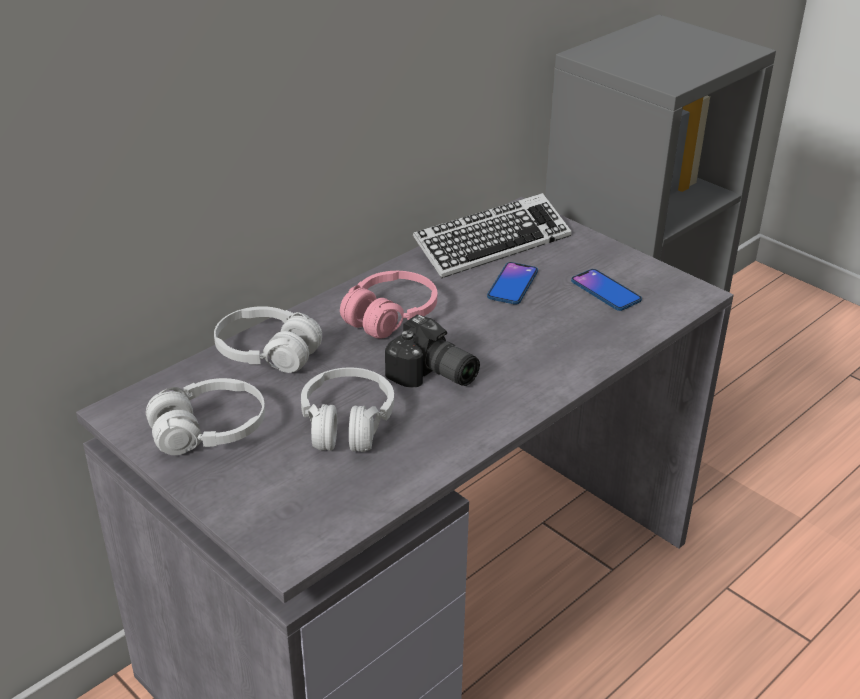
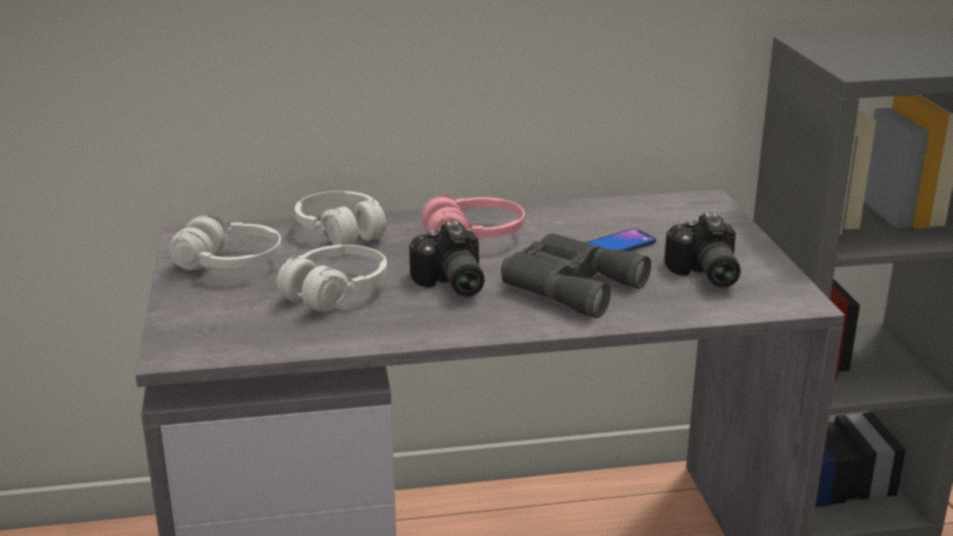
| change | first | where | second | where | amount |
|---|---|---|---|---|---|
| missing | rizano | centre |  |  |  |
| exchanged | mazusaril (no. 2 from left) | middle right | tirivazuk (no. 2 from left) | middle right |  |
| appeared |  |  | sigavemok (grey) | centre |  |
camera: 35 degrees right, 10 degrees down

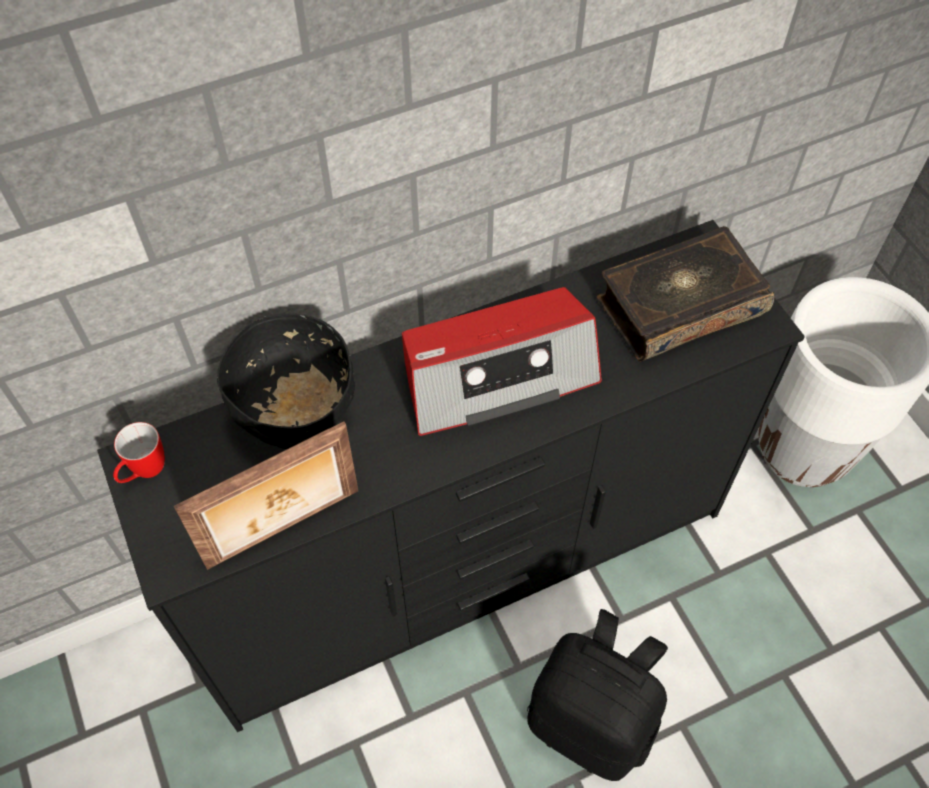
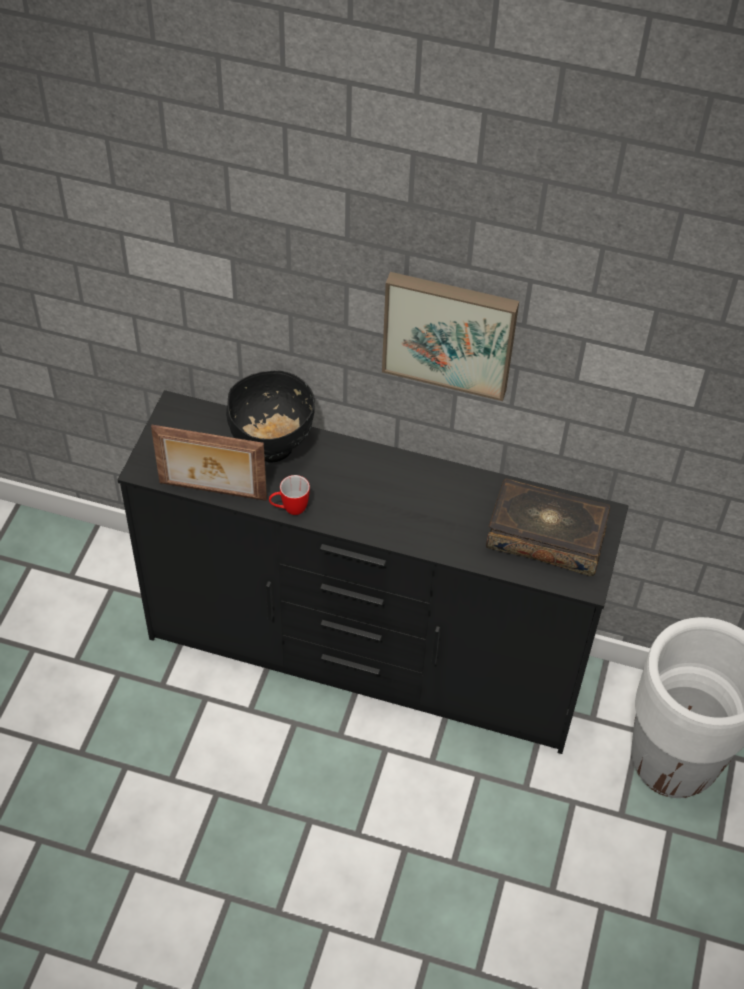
| change | first | where | second | where | amount |
|---|---|---|---|---|---|
| missing | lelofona | centre |  |  |  |
| relocated | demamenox | middle left |  | centre |  |
| missing | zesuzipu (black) | bottom centre |  |  |  |
| appeared |  |  | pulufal | centre |  |
camera: 40 degrees right, 5 degrees down

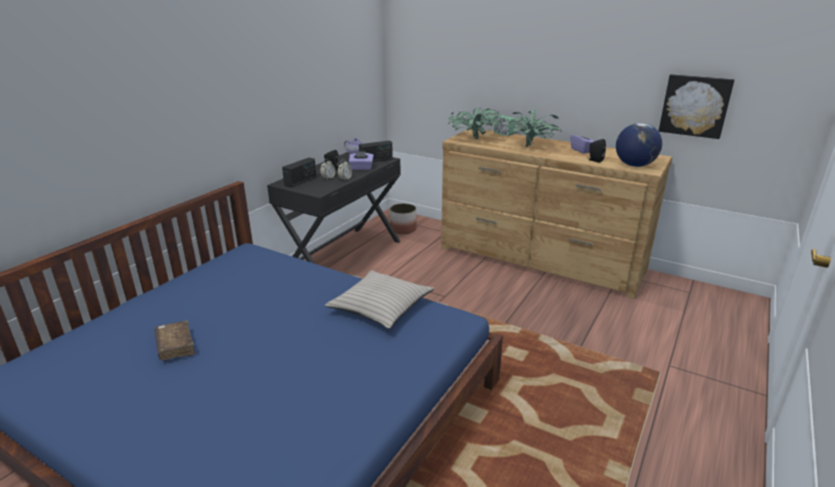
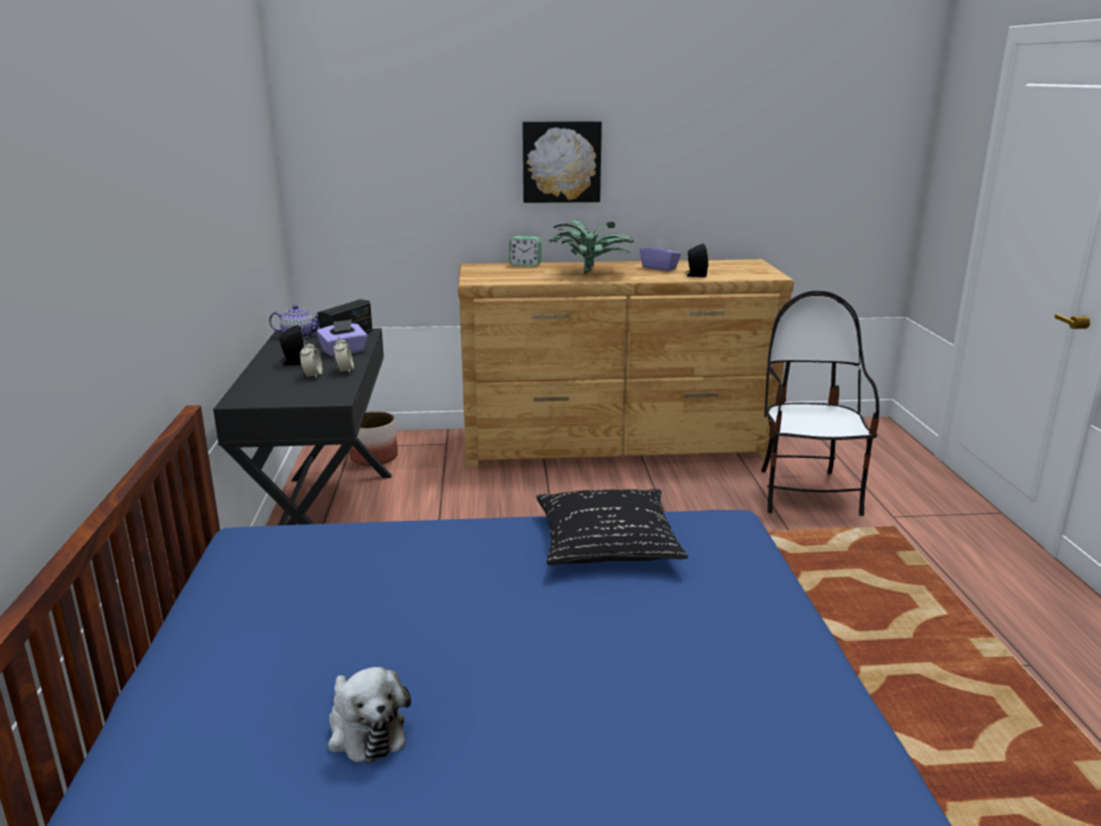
| change | first | where | second | where | amount |
|---|---|---|---|---|---|
| relocated | pulufal | top right |  | top centre |  |
| missing | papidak (no. 1 from left) | top centre |  |  |  |
| missing | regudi | top right |  |  |  |
| missing | lelofona (no. 1 from left) | centre |  |  |  |
| colour | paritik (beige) | centre | paritik (black) | centre |  |
| exchanged | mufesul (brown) | bottom left | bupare | bottom centre |  |
| appeared |  |  | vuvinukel | middle right |  |
camera: 35 degrees left, 5 degrees down

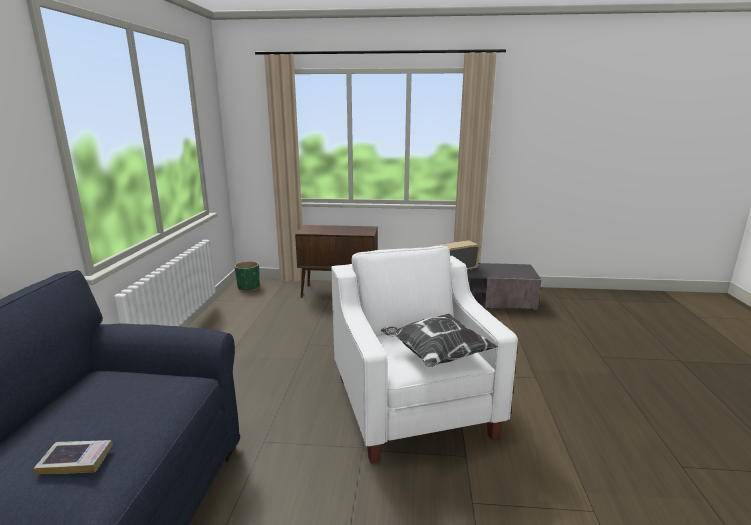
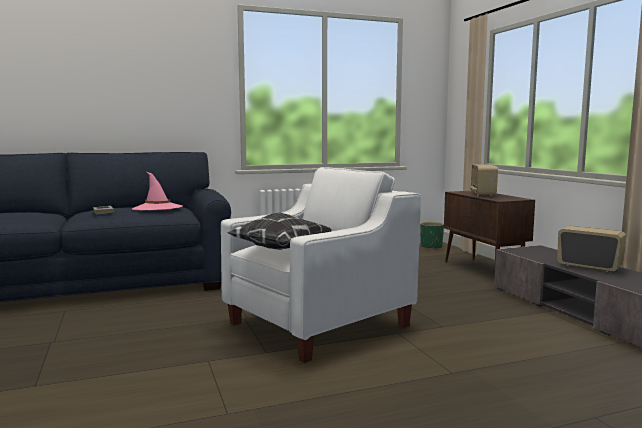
| change | first | where | second | where | amount |
|---|---|---|---|---|---|
| appeared |  |  | lelofona (no. 1 from left) | middle right |  |
| appeared |  |  | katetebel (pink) | middle left |  |
camera: 65 degrees right, 10 degrees down

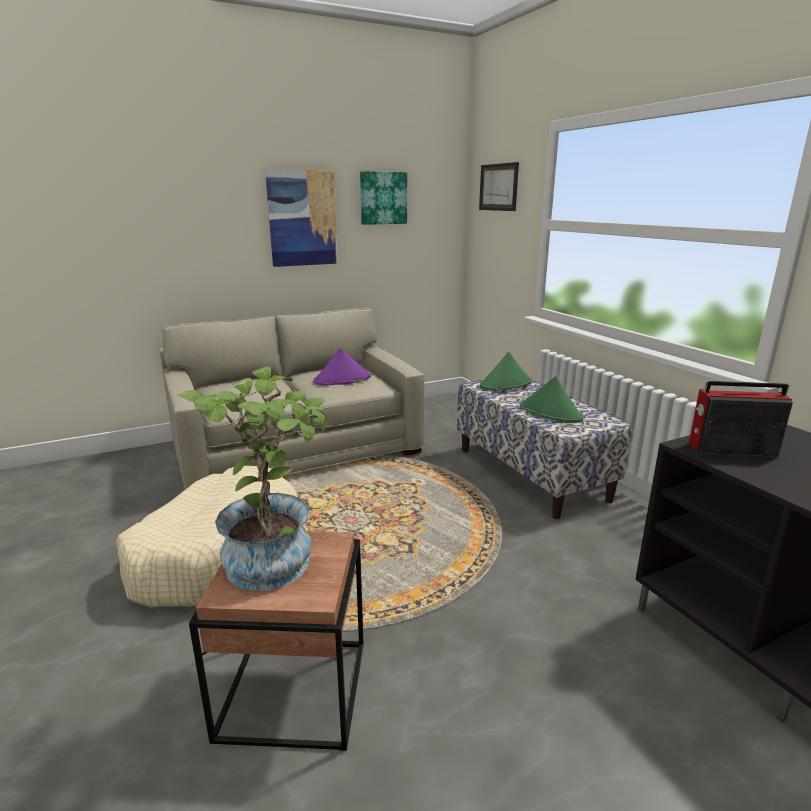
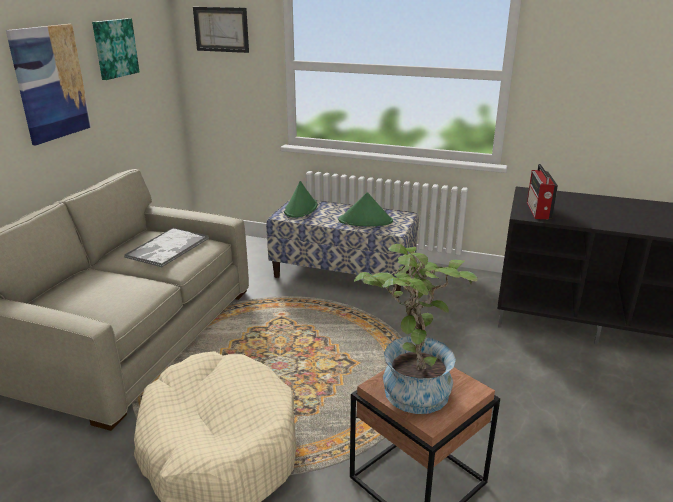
| change | first | where | second | where | amount |
|---|---|---|---|---|---|
| exchanged | katetebel (purple) | centre | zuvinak | middle left |  |
| spun | lelofona | middle right |  | middle right | 45 degrees counterclockwise |
camera: 45 degrees left, 5 degrees up

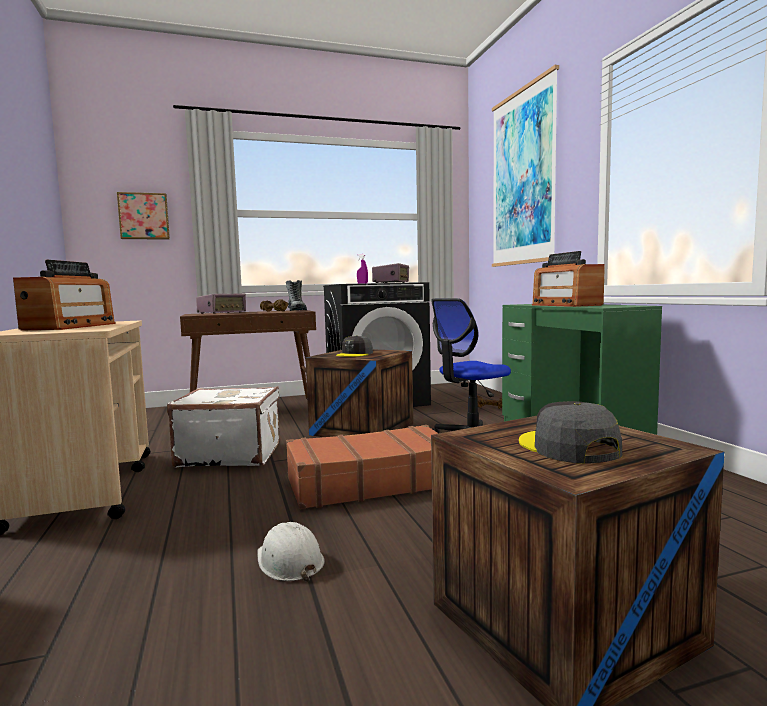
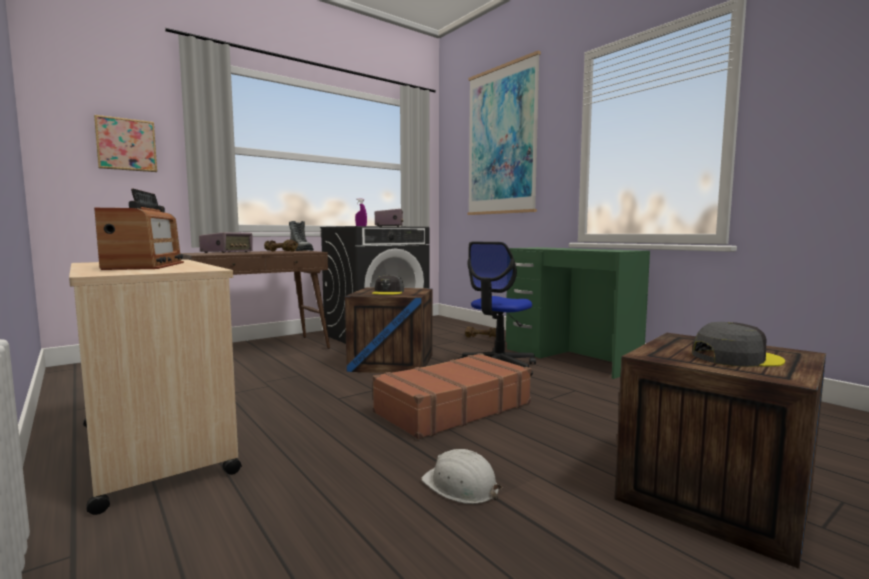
| change | first | where | second | where | amount |
|---|---|---|---|---|---|
| missing | lelofona (no. 4 from left) | middle right |  |  |  |
| missing | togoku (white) | middle left |  |  |  |
| spun | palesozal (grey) (no. 2 from left) | middle right |  | middle right | 120 degrees clockwise |
camera: 20 degrees left, 0 degrees up

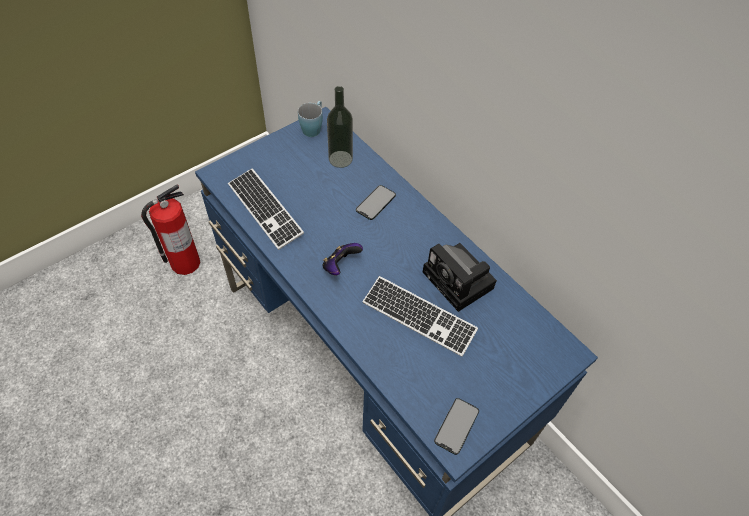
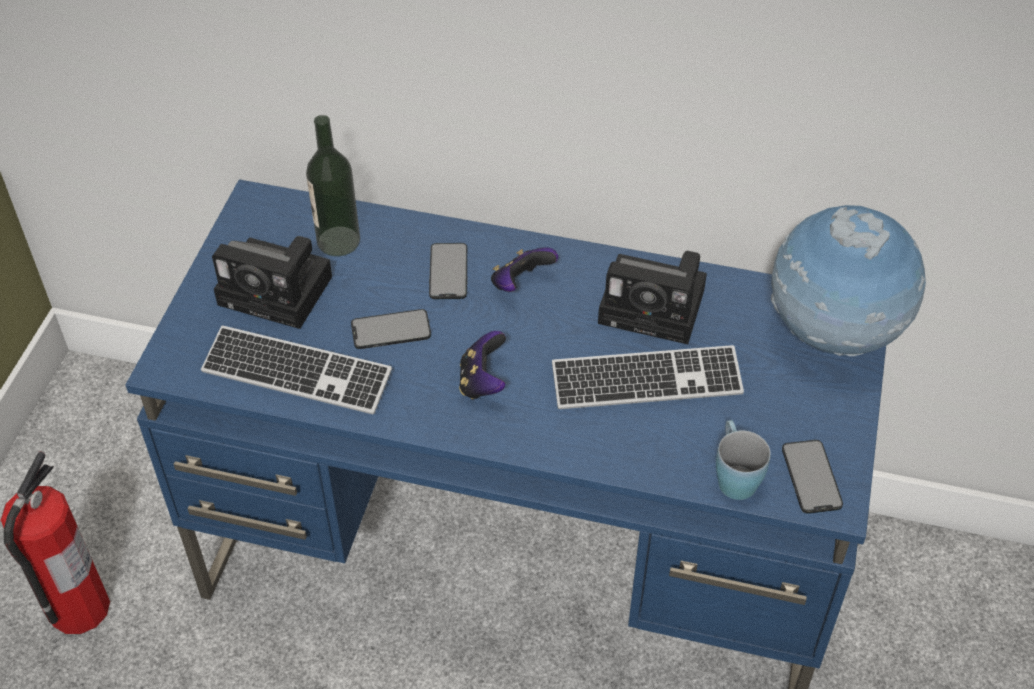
| change | first | where | second | where | amount |
|---|---|---|---|---|---|
| relocated | demamenox (blue) | top centre |  | bottom right |  |
| appeared |  |  | regudi | middle right |  |
| appeared |  |  | tirivazuk (no. 1 from left) | middle left |  |
| appeared |  |  | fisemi (no. 2 from left) | centre |  |
| appeared |  |  | mazusaril (no. 1 from left) | centre |  |
camera: 35 degrees left, 5 degrees down

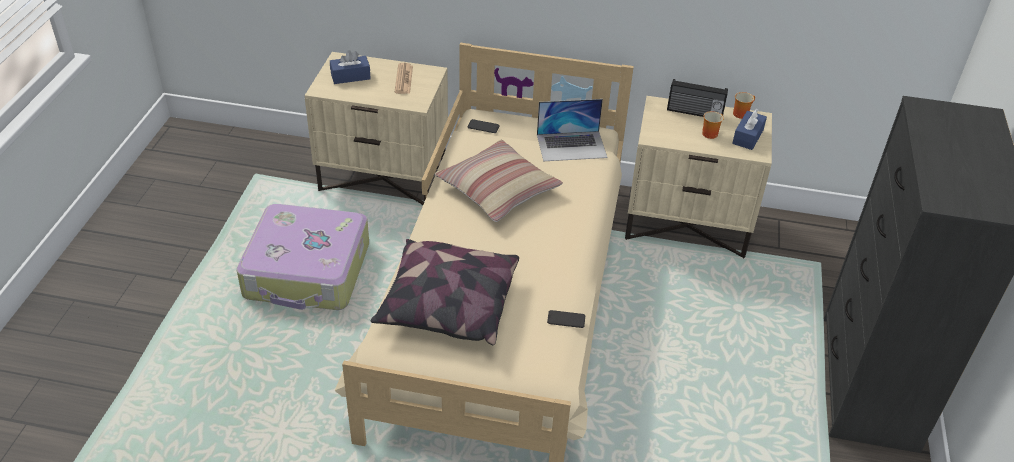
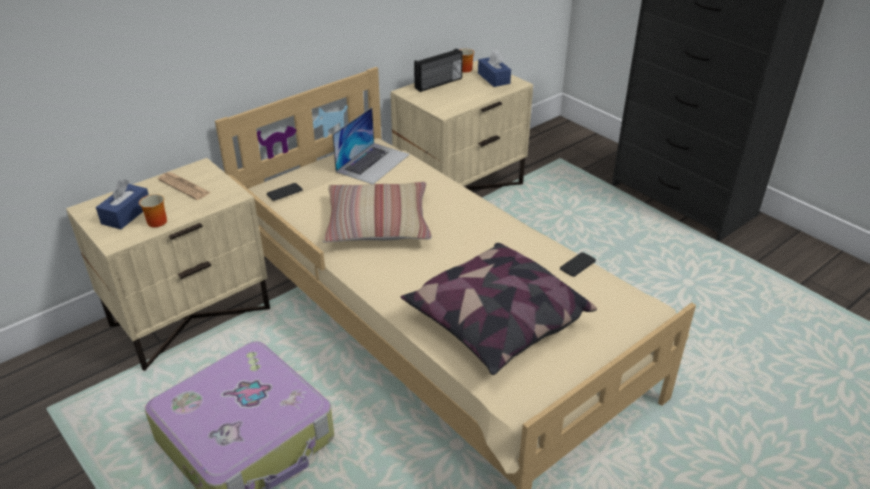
| change | first | where | second | where | amount |
|---|---|---|---|---|---|
| relocated | demamenox (no. 1 from left) | top right |  | middle left |  |
camera: 50 degrees left, 5 degrees down

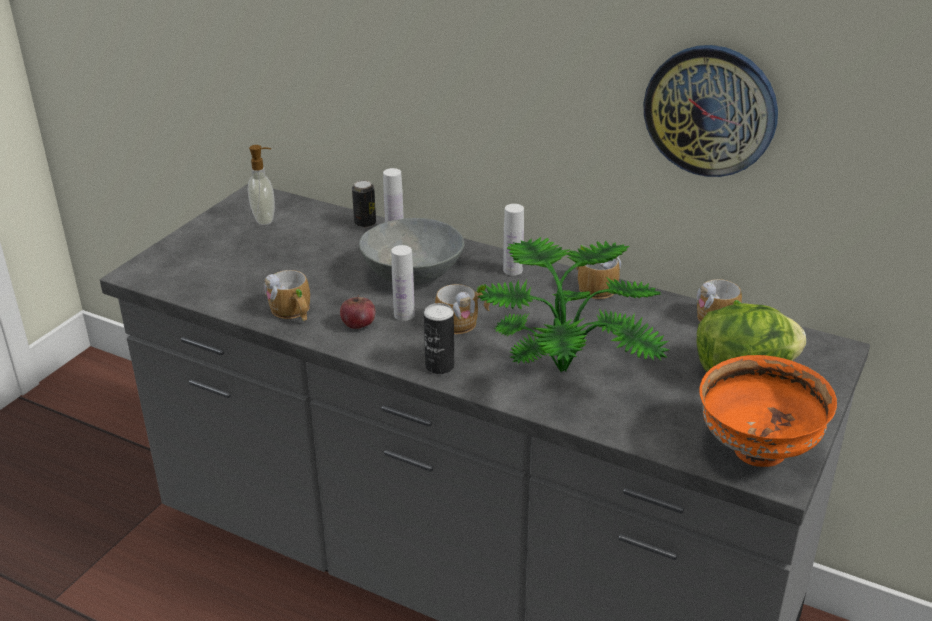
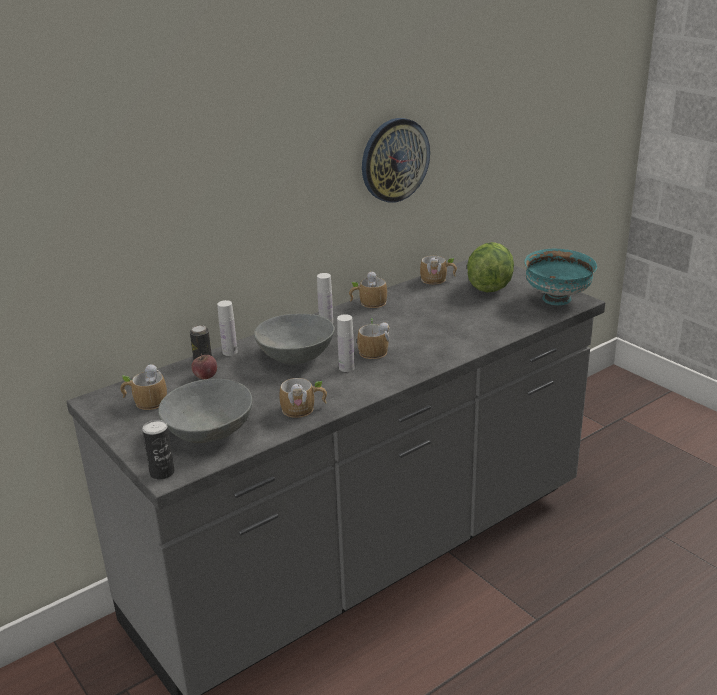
| change | first | where | second | where | amount |
|---|---|---|---|---|---|
| exchanged | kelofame | top left | demamenox (no. 1 from left) | middle left |  |
| missing | papidak | centre |  |  |  |
| relocated | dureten | centre |  | middle left |  |
| relocated | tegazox (no. 2 from left in the first image) | centre | tegazox (no. 1 from left) | middle left |  |
| colour | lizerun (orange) | middle right | lizerun (turquoise) | middle right |  |
| appeared |  |  | lizerun (grey) (no. 1 from left) | middle left |  |
camera: 65 degrees left, 5 degrees down

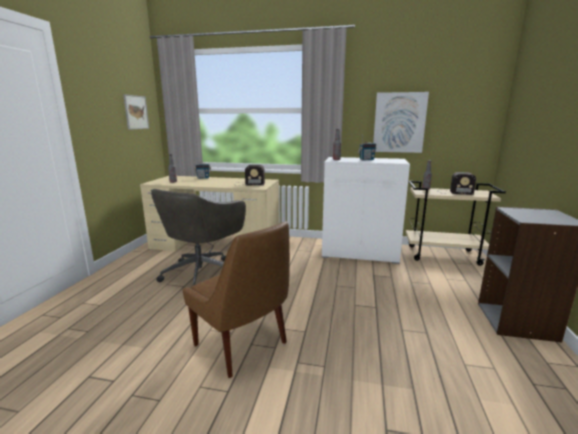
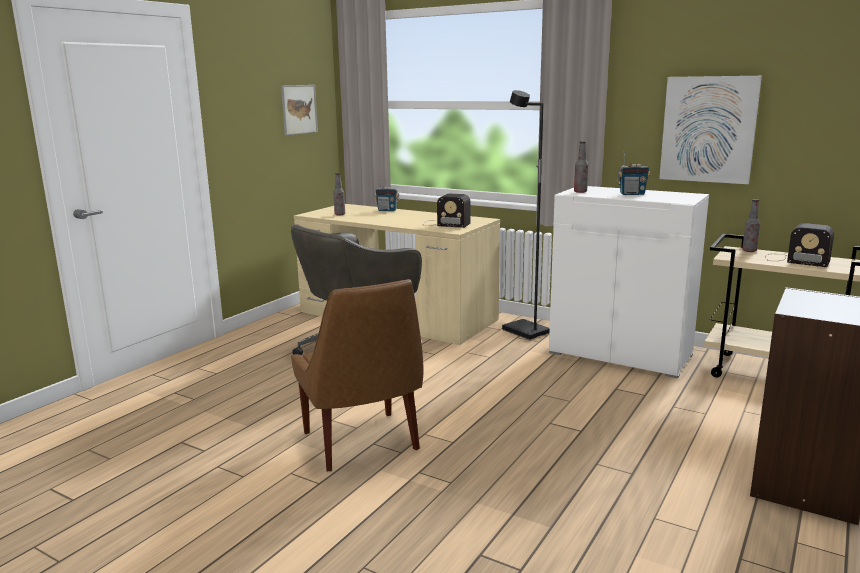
| change | first | where | second | where | amount |
|---|---|---|---|---|---|
| appeared |  |  | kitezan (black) | centre |  |
camera: 20 degrees right, 0 degrees up

